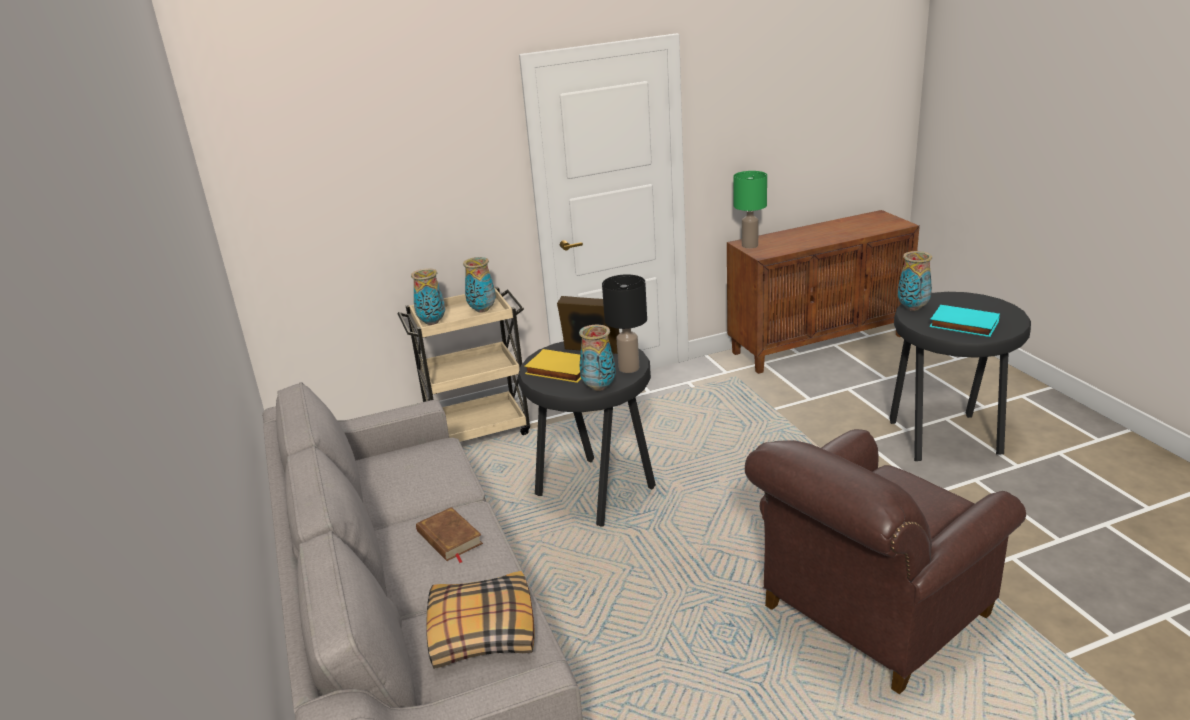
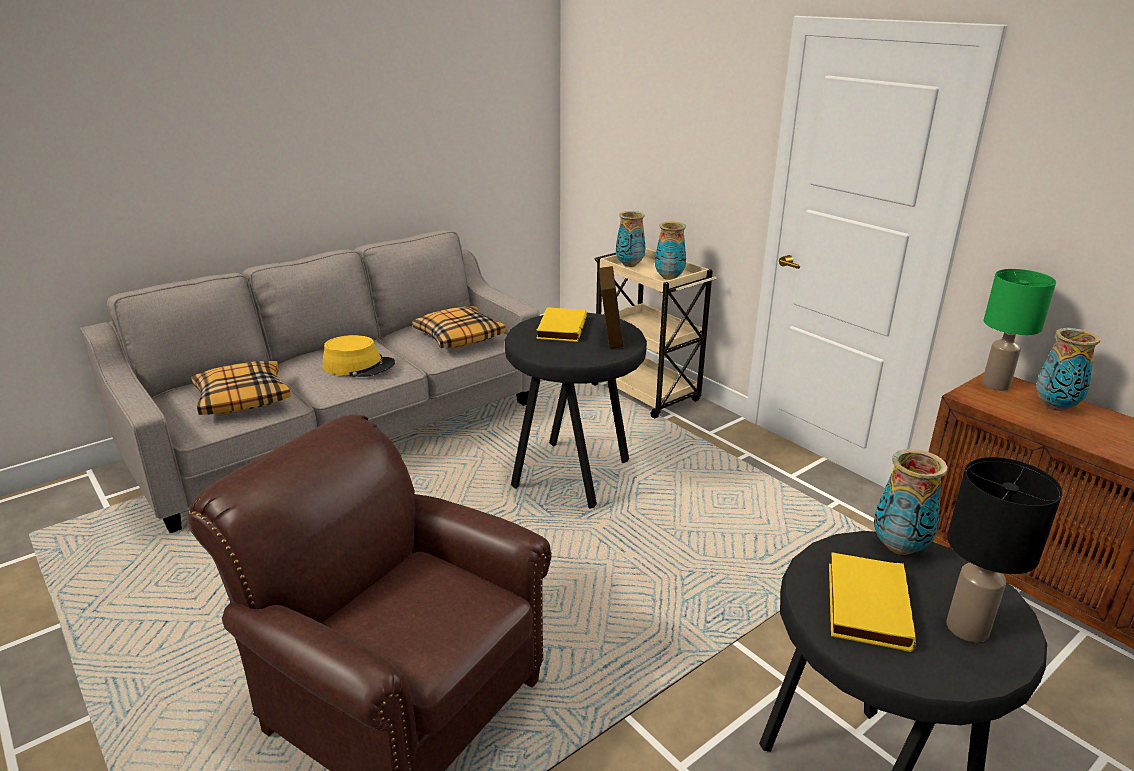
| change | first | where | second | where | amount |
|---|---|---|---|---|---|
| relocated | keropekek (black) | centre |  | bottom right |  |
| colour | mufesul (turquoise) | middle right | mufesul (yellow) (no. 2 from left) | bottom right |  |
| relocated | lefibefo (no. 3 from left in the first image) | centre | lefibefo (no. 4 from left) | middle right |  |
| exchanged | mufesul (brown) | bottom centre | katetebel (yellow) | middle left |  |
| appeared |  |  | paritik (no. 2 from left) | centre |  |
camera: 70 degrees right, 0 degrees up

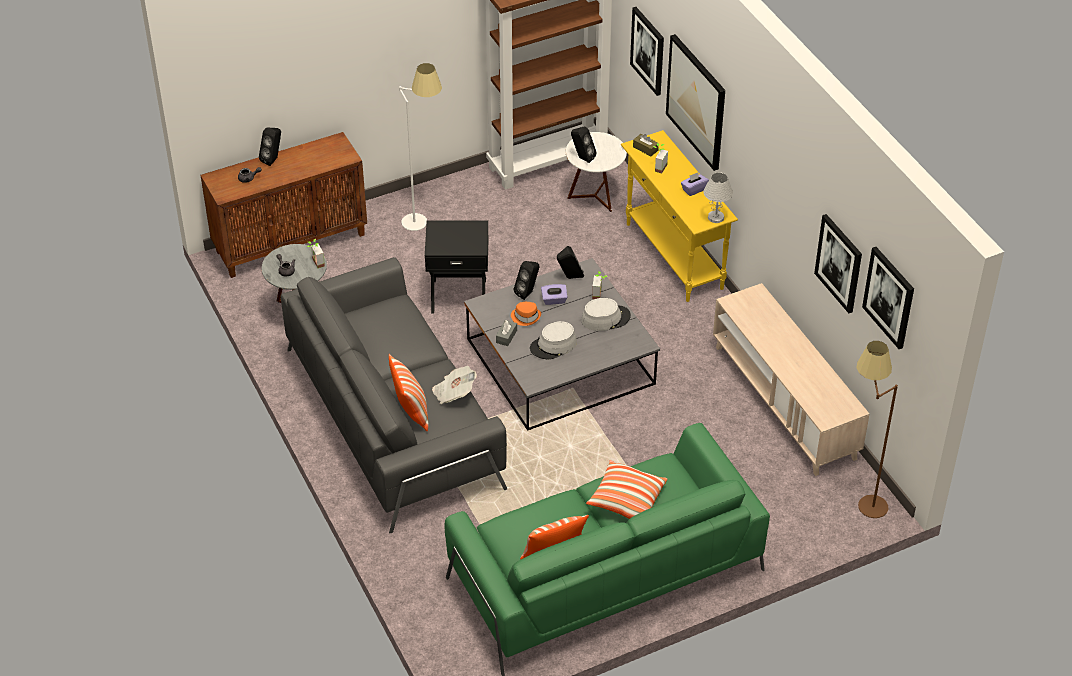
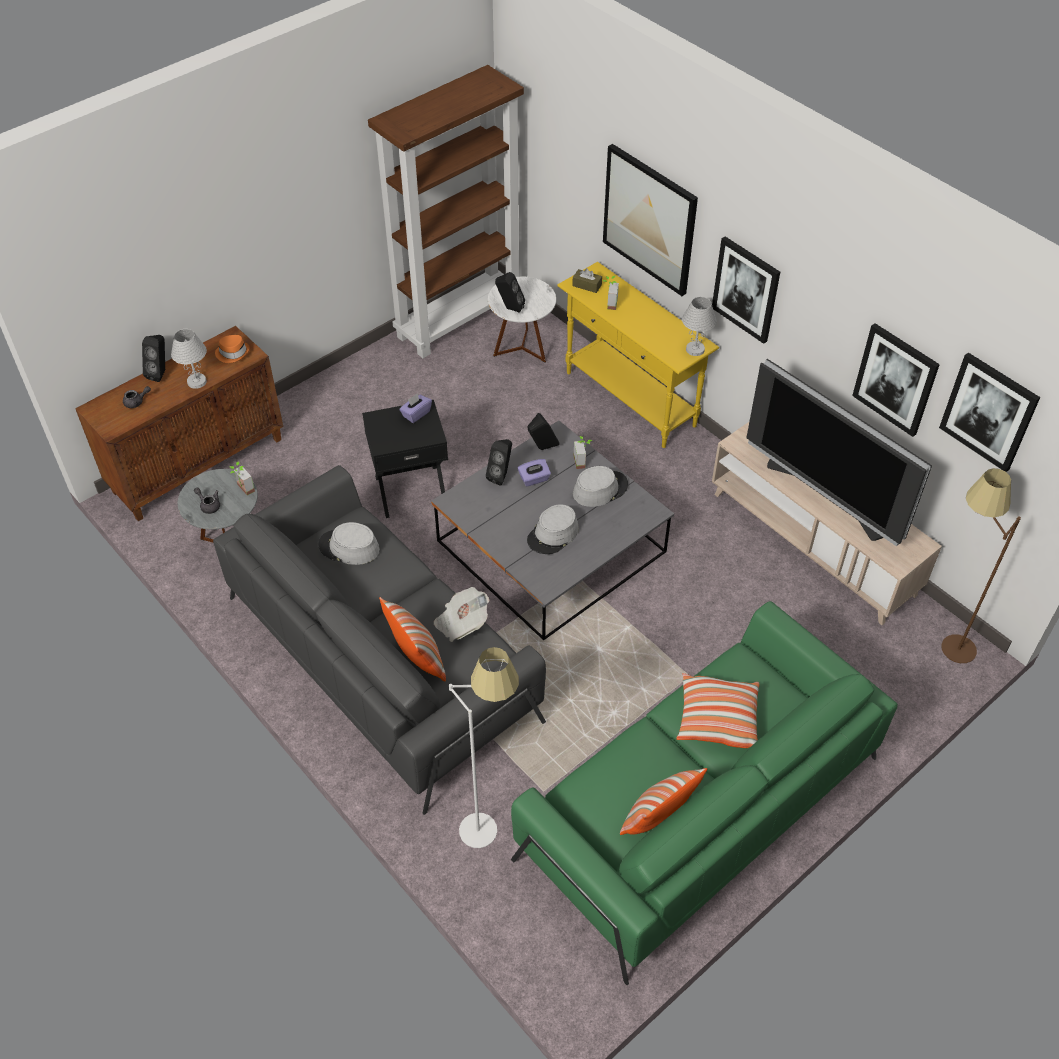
| change | first | where | second | where | amount |
|---|---|---|---|---|---|
| relocated | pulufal (no. 1 from left in the first image) | top centre | pulufal (no. 2 from left) | top right |  |
| relocated | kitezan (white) | top centre |  | bottom centre |  |
| relocated | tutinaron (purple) (no. 2 from left in the first image) | top centre | tutinaron (purple) (no. 1 from left) | centre |  |
| relocated | katetebel (orange) | centre |  | top left |  |
| missing | tutinaron (grey) | centre |  |  |  |
| appeared |  |  | keropekek (white) (no. 1 from left) | middle left |  |
| appeared |  |  | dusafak | middle right |  |
| appeared |  |  | katetebel (grey) (no. 1 from left) | middle left |  |
camera: 15 degrees left, 5 degrees up

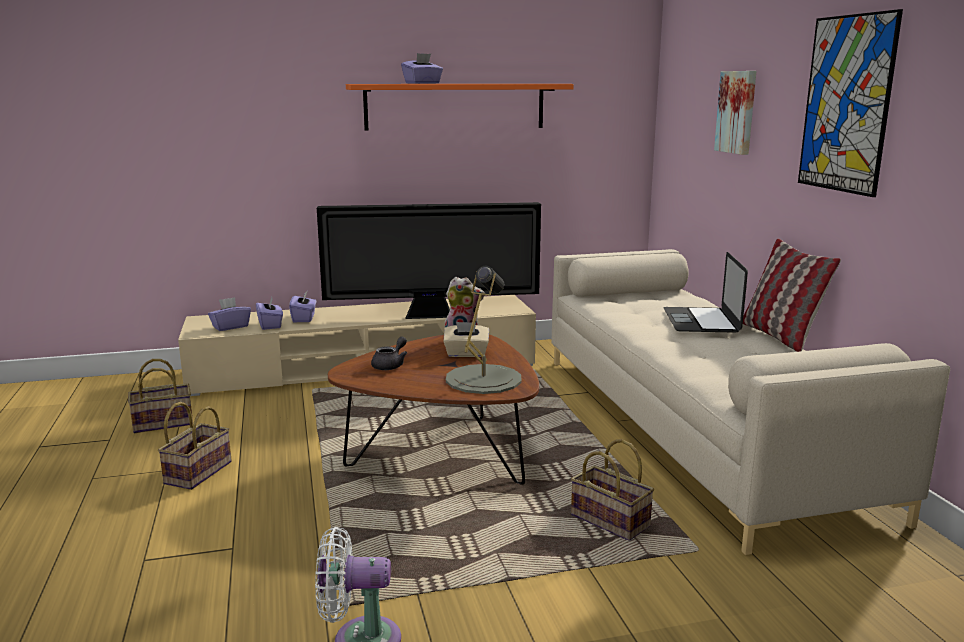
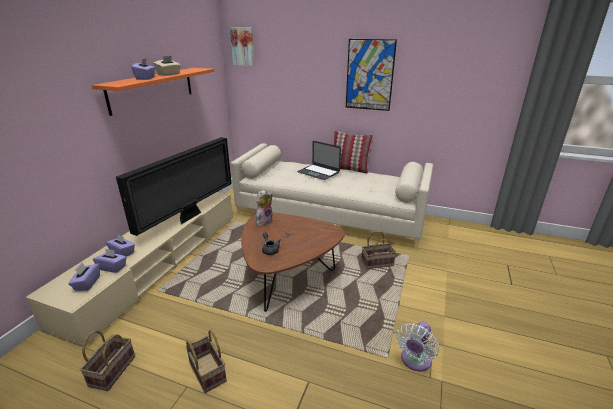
| change | first | where | second | where | amount |
|---|---|---|---|---|---|
| relocated | pulufal (no. 1 from left) | top right |  | top centre |  |
| missing | keropekek (grey) | centre |  |  |  |
| relocated | tutinaron (beige) | centre |  | top left |  |
camera: 55 degrees left, 10 degrees up

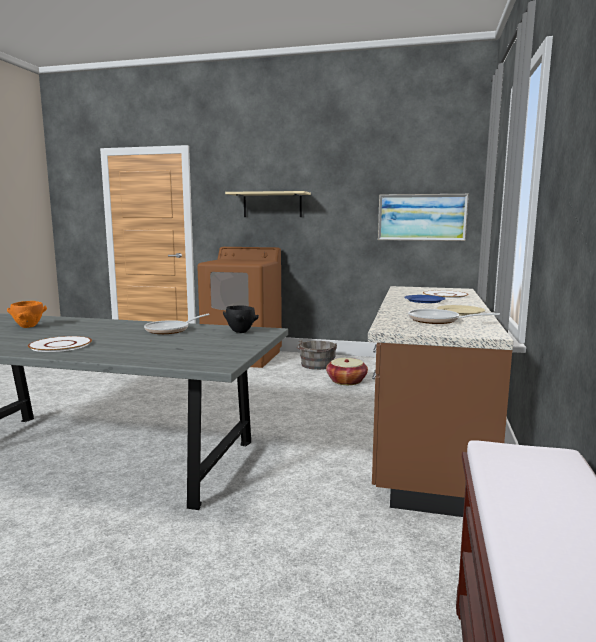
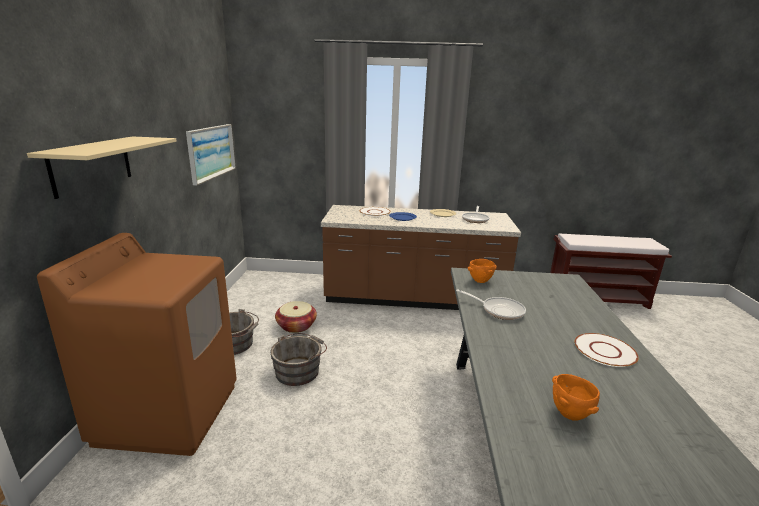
| change | first | where | second | where | amount |
|---|---|---|---|---|---|
| colour | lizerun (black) | centre | lizerun (orange) (no. 1 from left) | centre |  |
| appeared |  |  | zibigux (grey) (no. 2 from left) | bottom centre |  |
camera: 100 degrees left, 10 degrees up

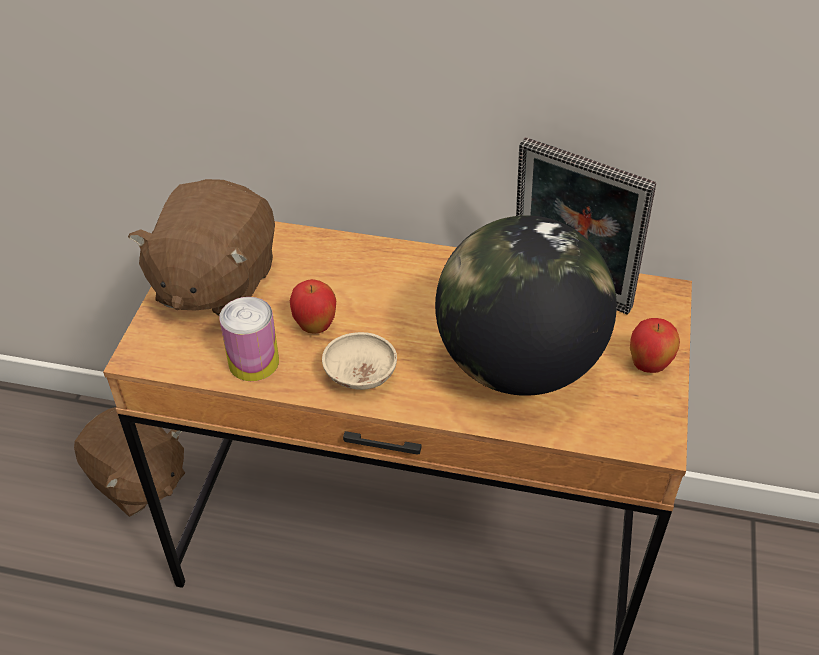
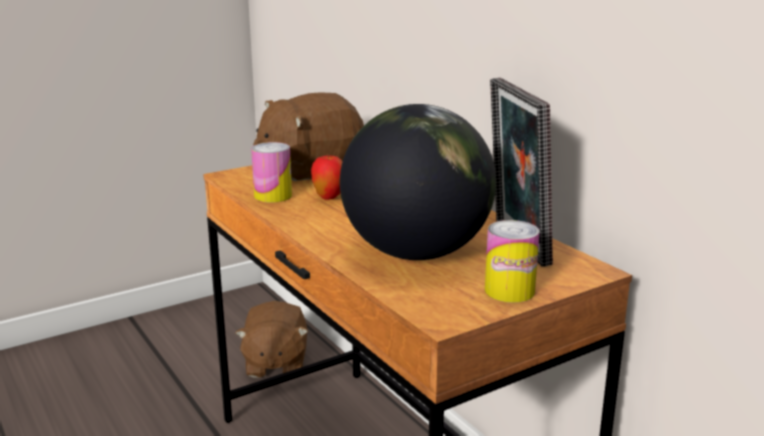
| change | first | where | second | where | amount |
|---|---|---|---|---|---|
| exchanged | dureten (no. 2 from left) | middle right | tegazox (no. 2 from left) | middle right |  |
| missing | lizerun (beige) | centre |  |  |  |
camera: 45 degrees right, 25 degrees down

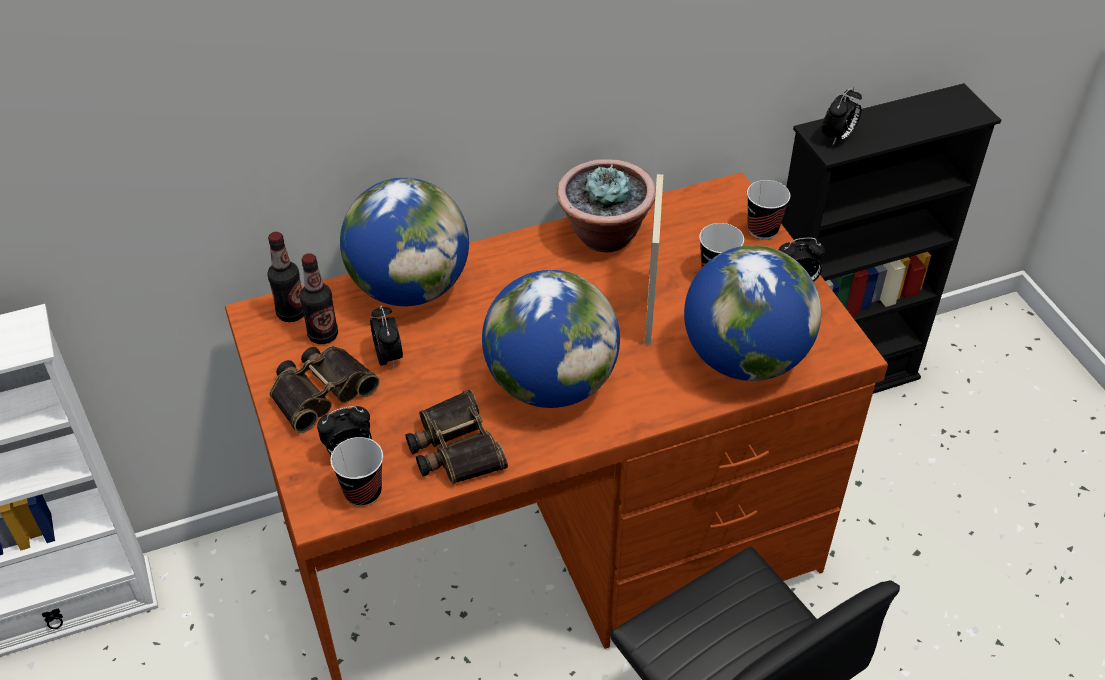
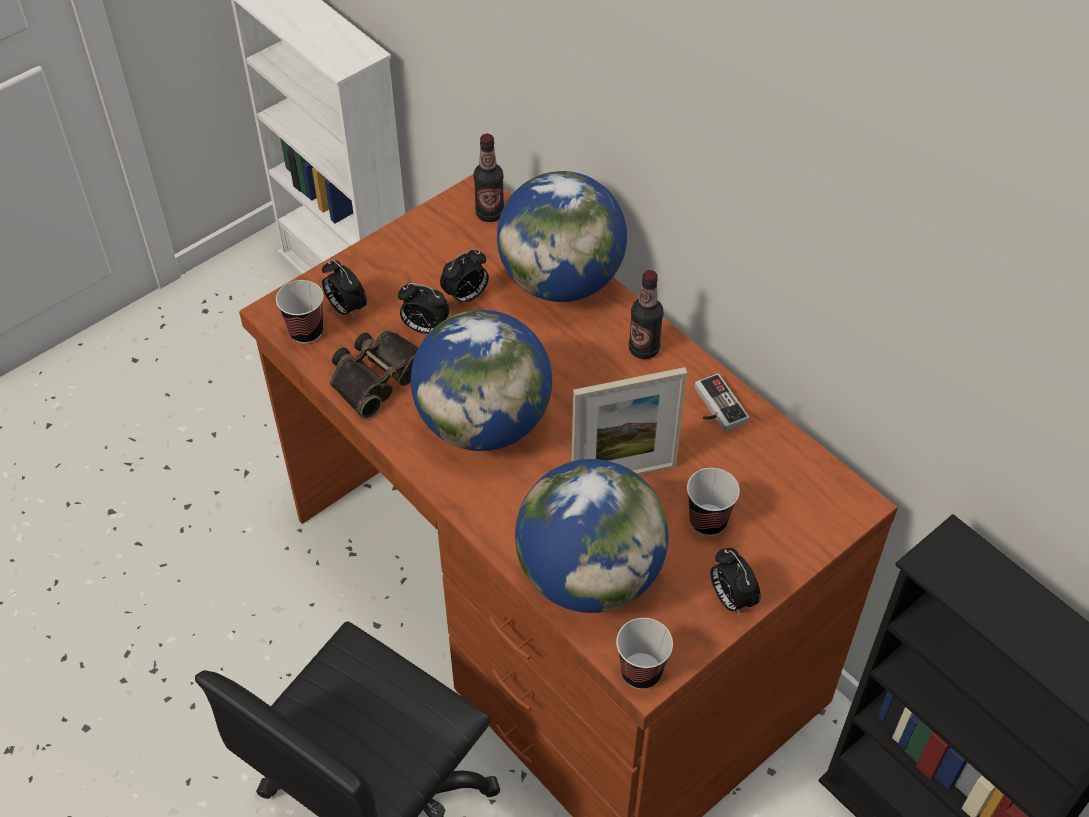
| change | first | where | second | where | amount |
|---|---|---|---|---|---|
| relocated | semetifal (no. 4 from left in the first image) | top right | semetifal (no. 2 from left) | centre |  |
| exchanged | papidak | top centre | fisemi | centre |  |
| relocated | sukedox (no. 3 from left in the first image) | top right | sukedox (no. 2 from left) | bottom centre |  |
| relocated | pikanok (no. 2 from left) | middle left |  | centre |  |
| missing | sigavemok (no. 1 from left) | middle left |  |  |  |
camera: 70 degrees right, 5 degrees up

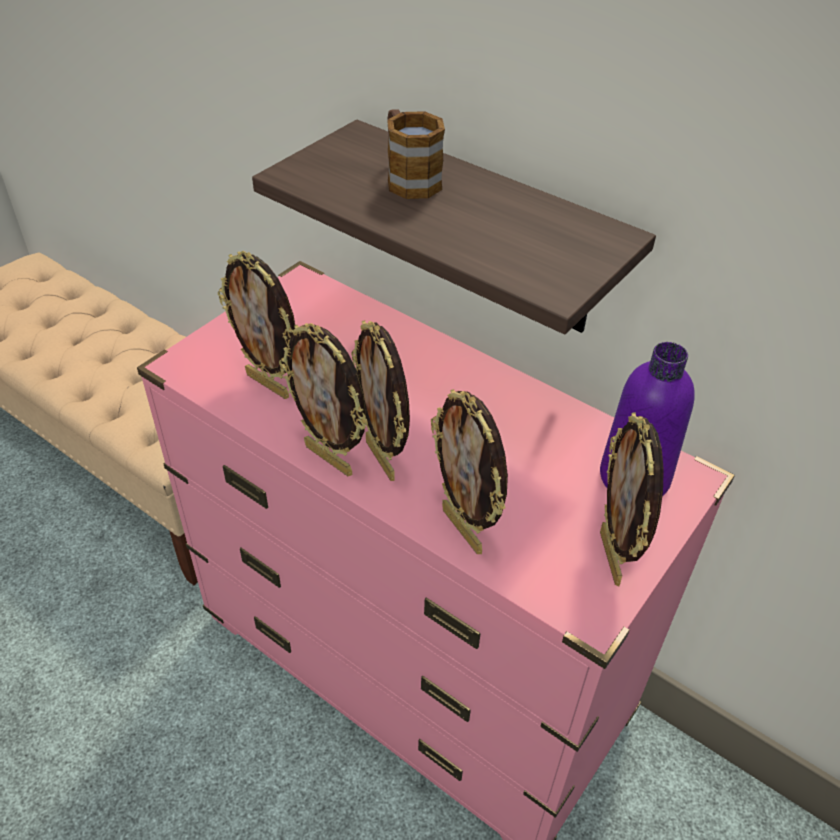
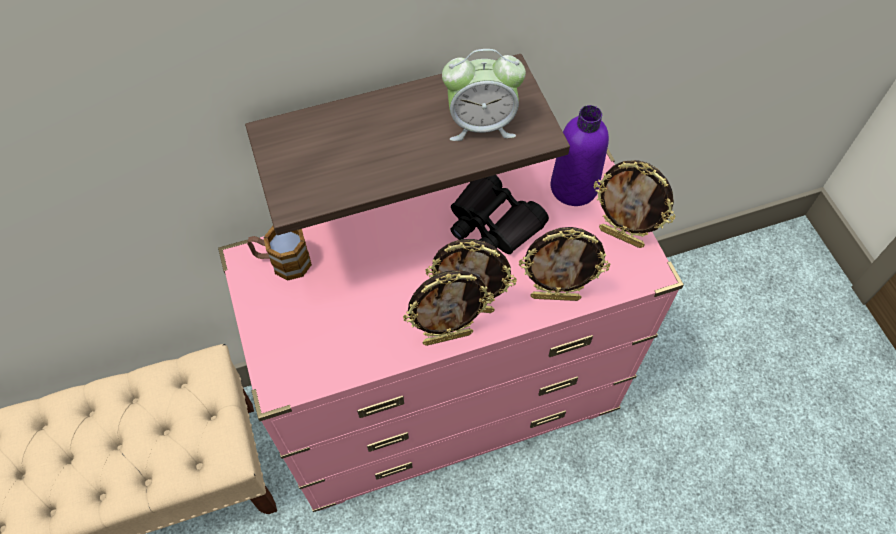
| change | first | where | second | where | amount |
|---|---|---|---|---|---|
| relocated | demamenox | top centre |  | middle left |  |
| missing | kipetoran (no. 1 from left) | middle left |  |  |  |
| appeared |  |  | semetifal | top centre |  |
| appeared |  |  | sigavemok (black) | centre |  |
camera: 55 degrees left, 15 degrees up

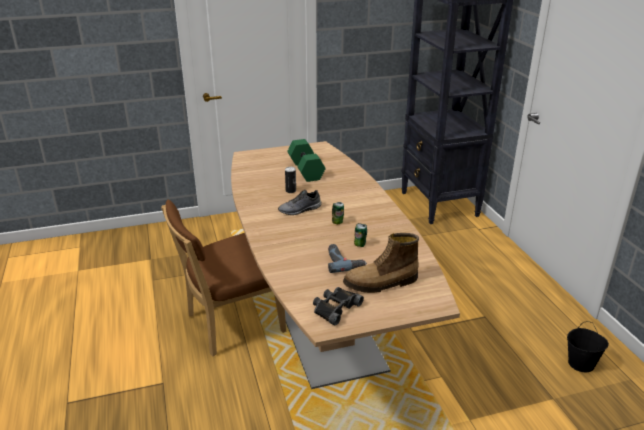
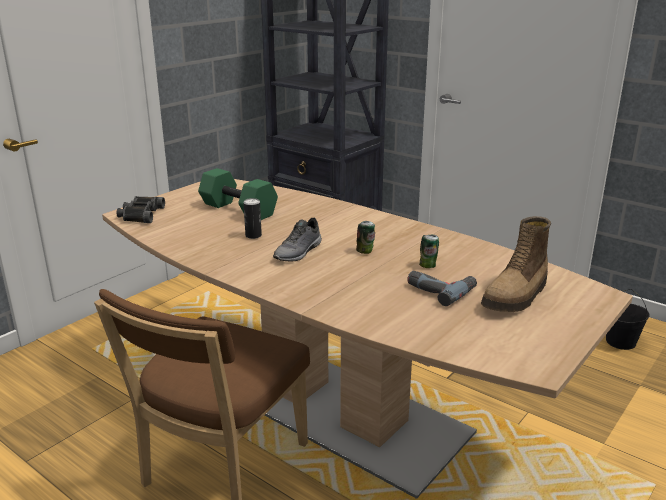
| change | first | where | second | where | amount |
|---|---|---|---|---|---|
| relocated | sigavemok (black) | bottom centre |  | middle left |  |
camera: 35 degrees left, 5 degrees down

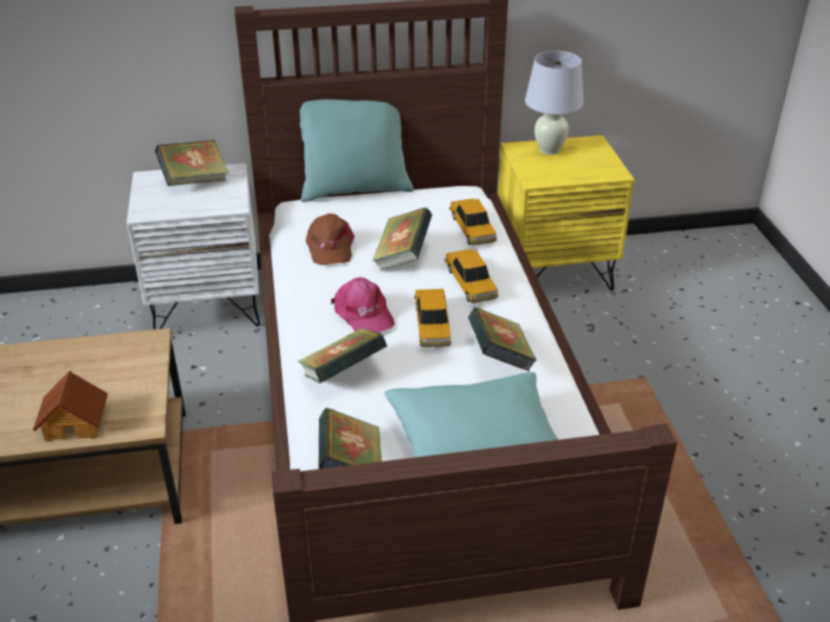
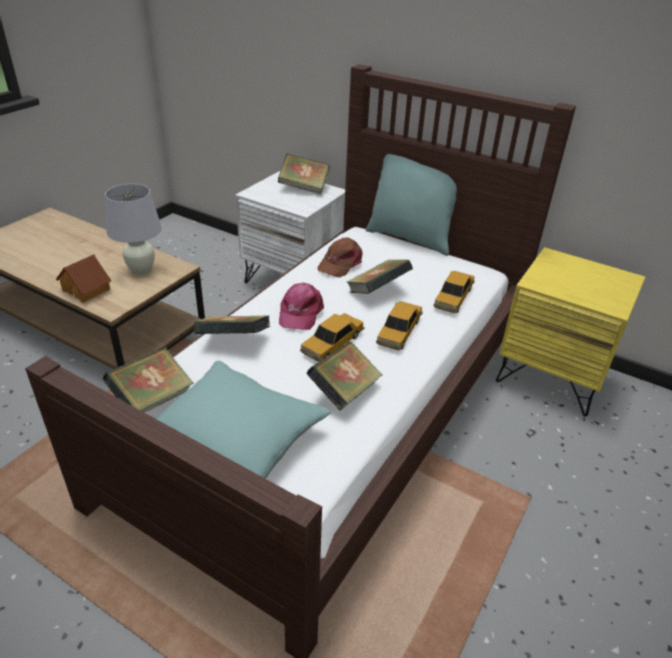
| change | first | where | second | where | amount |
|---|---|---|---|---|---|
| relocated | keropekek (white) | top right |  | middle left |  |
camera: 40 degrees right, 0 degrees up

